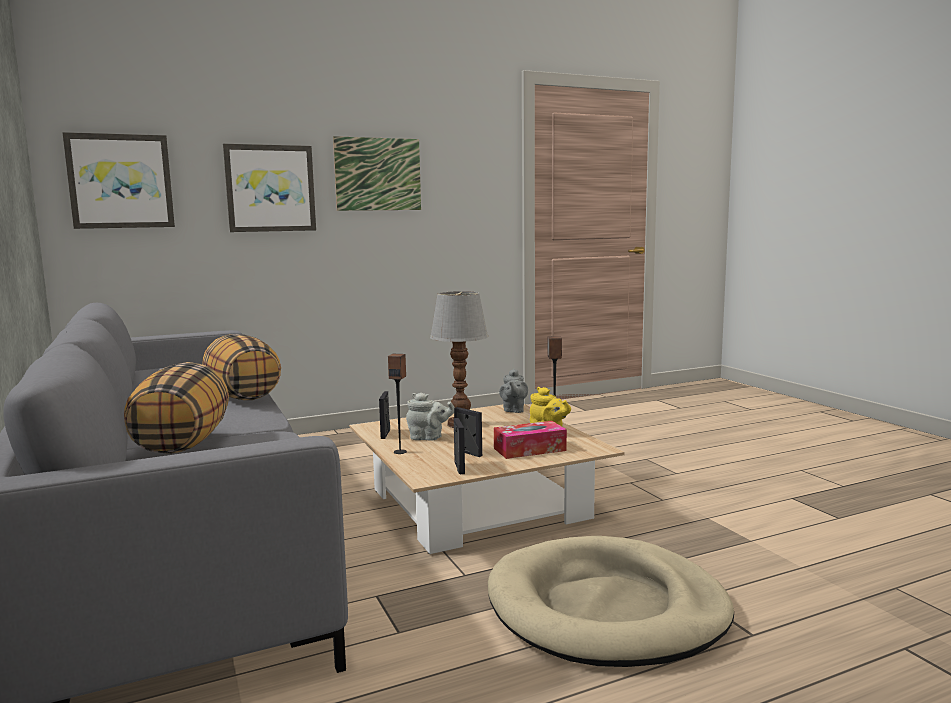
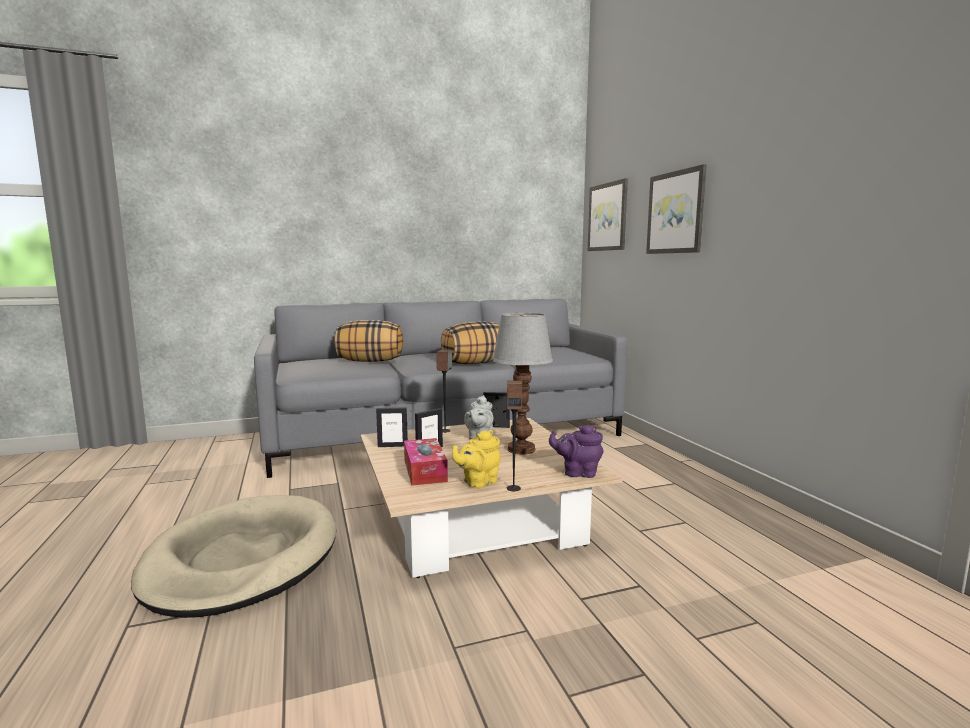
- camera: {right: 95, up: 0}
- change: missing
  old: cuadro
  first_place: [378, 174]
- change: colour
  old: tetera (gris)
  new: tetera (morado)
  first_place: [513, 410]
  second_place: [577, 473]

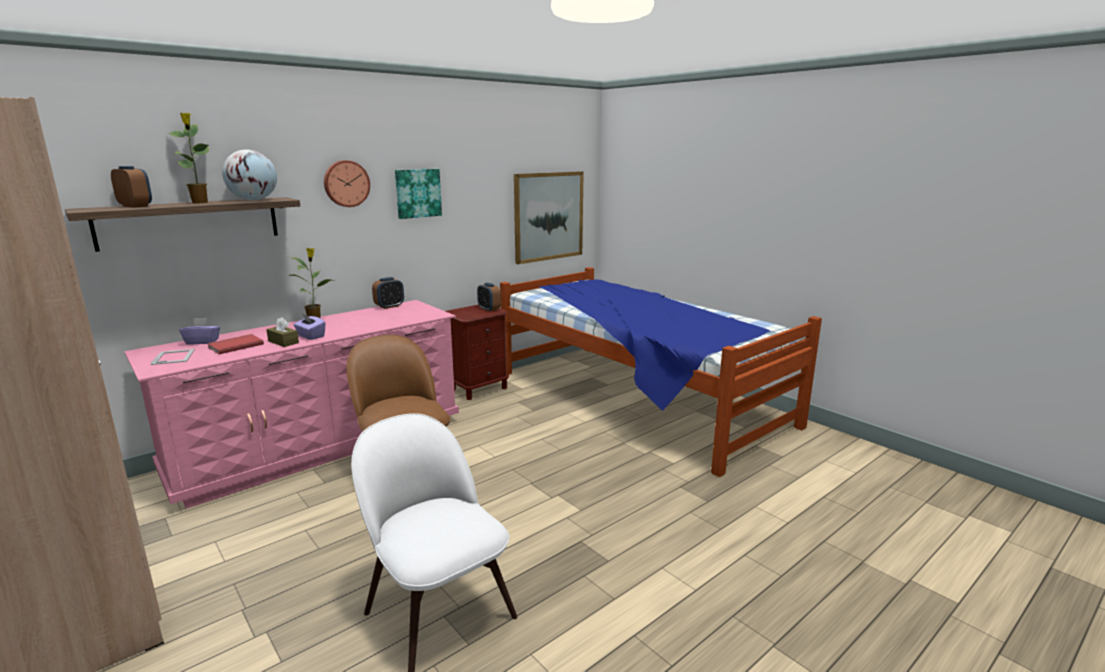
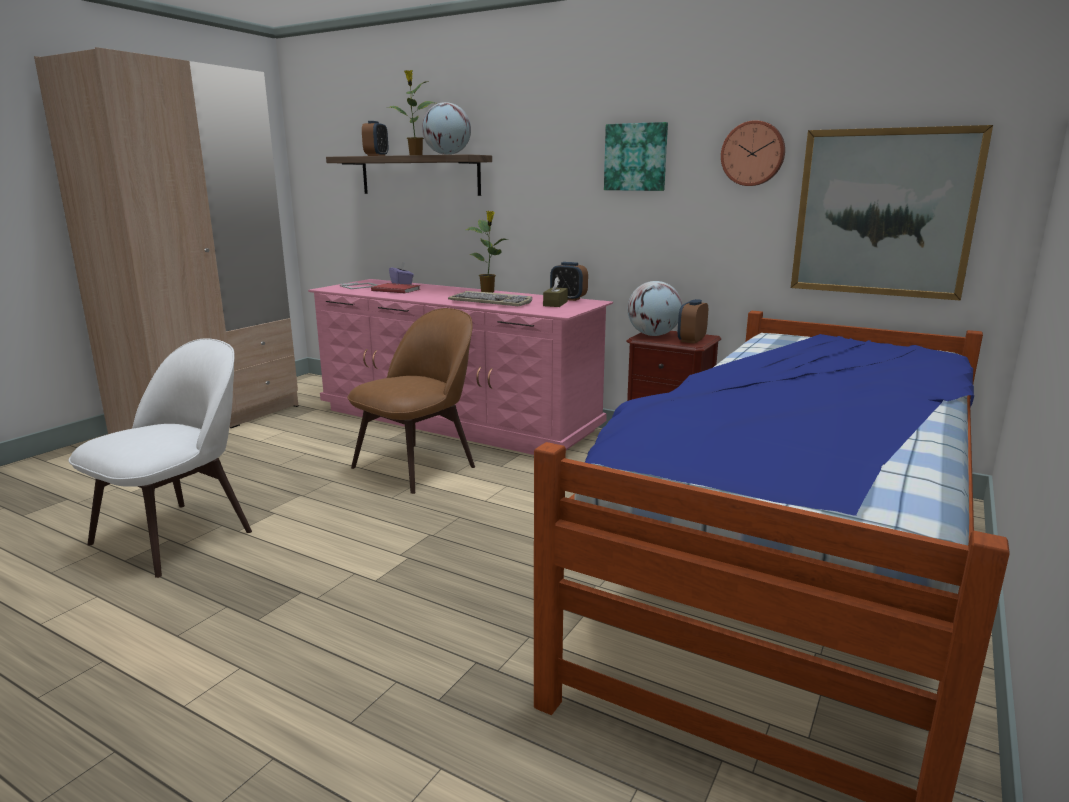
- camera: {right: 70, up: 0}
- change: missing
  old: caja de pañuelos (morado)
  first_place: [310, 336]
- change: appeared
  new: teclado
  second_place: [491, 302]
- change: appeared
  new: globo terráqueo
  second_place: [653, 335]
- change: relocated
  old: caja de pañuelos (marrón)
  first_place: [283, 342]
  second_place: [555, 304]
- change: relocated
  old: reloj de pared
  first_place: [346, 183]
  second_place: [753, 153]

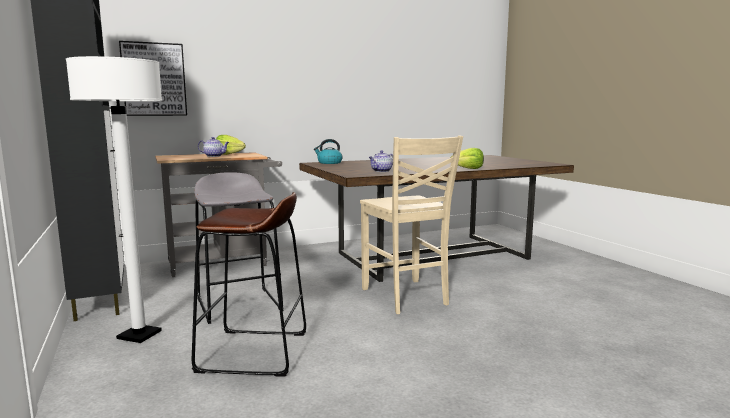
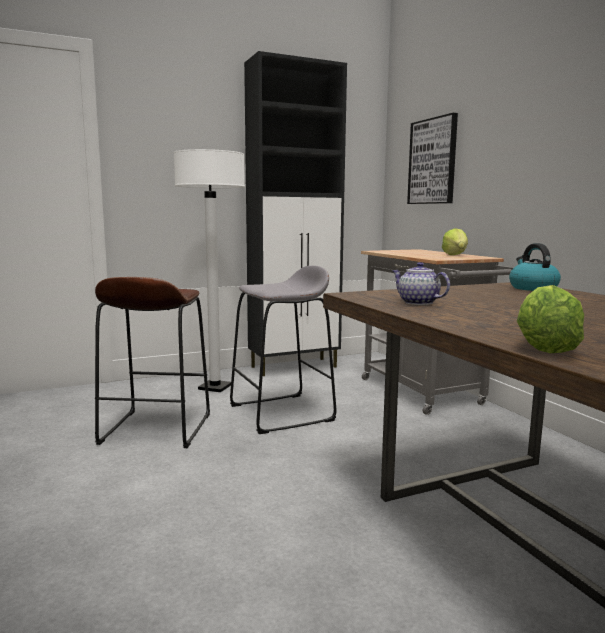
- camera: {right: 90, up: 0}
- change: missing
  old: tetera
  first_place: [214, 156]
- change: missing
  old: silla (beis)
  first_place: [405, 297]

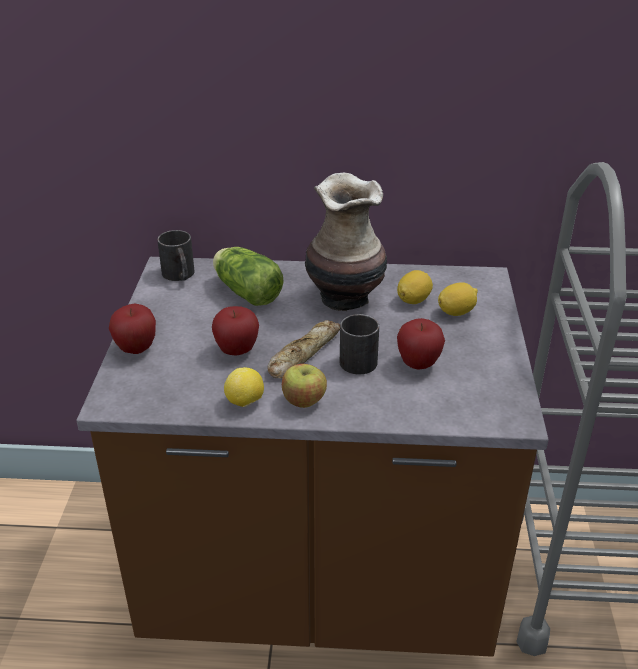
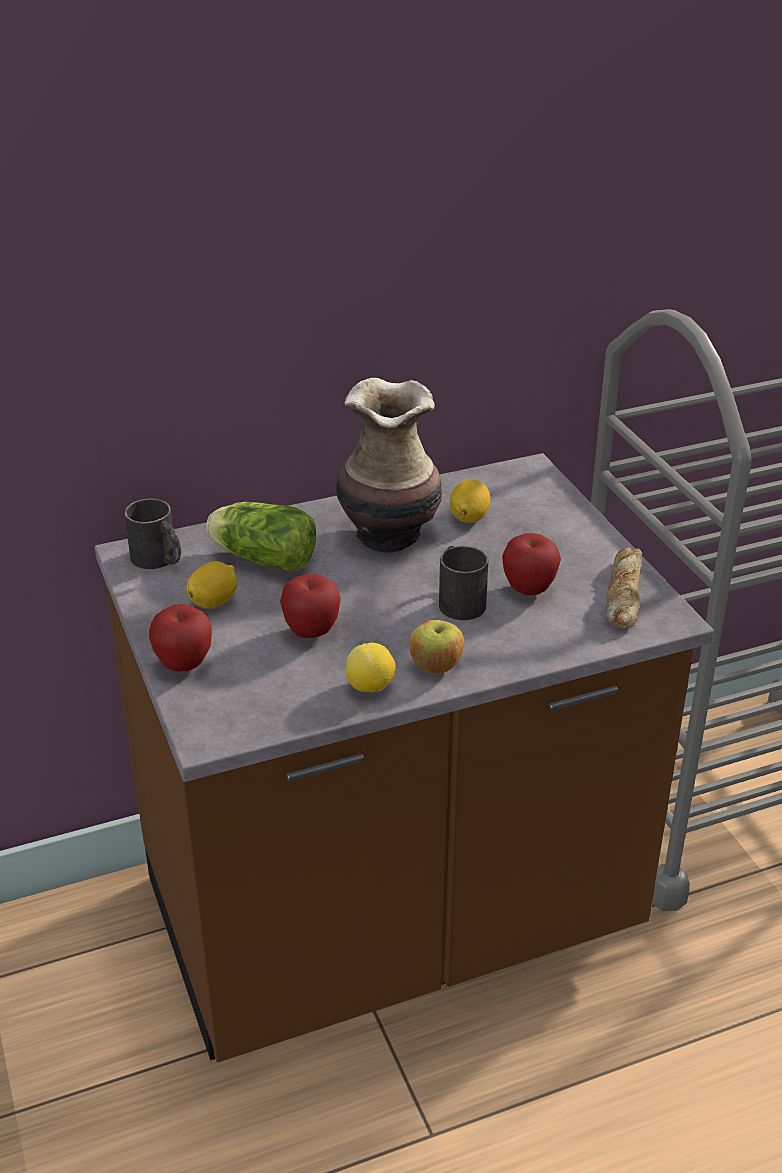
- camera: {right: -25, up: 0}
- change: relocated
  old: pan
  first_place: [303, 354]
  second_place: [623, 594]
- change: relocated
  old: limón
  first_place: [456, 312]
  second_place: [214, 602]

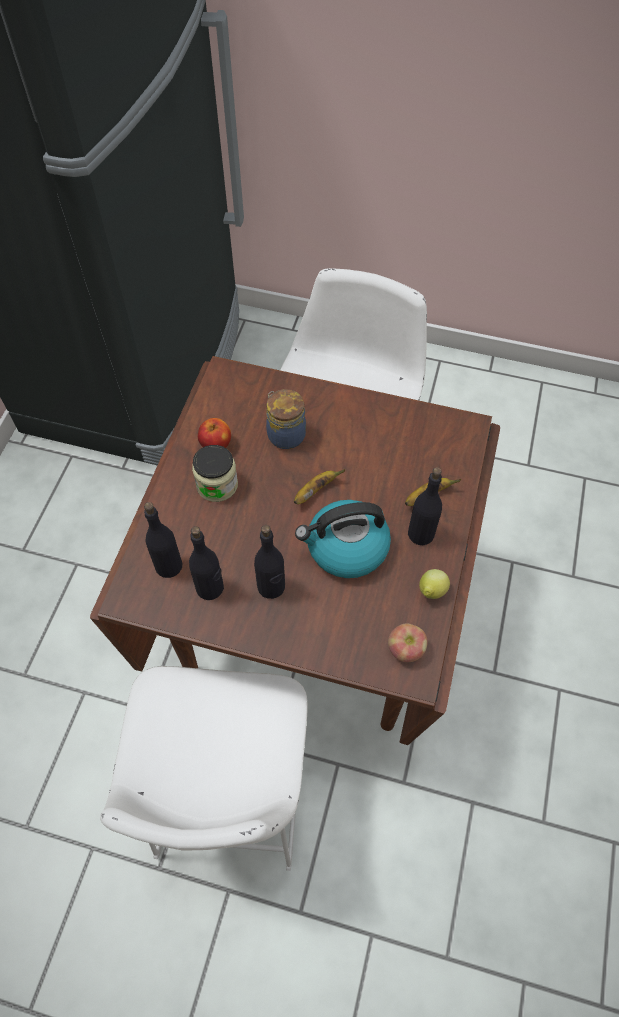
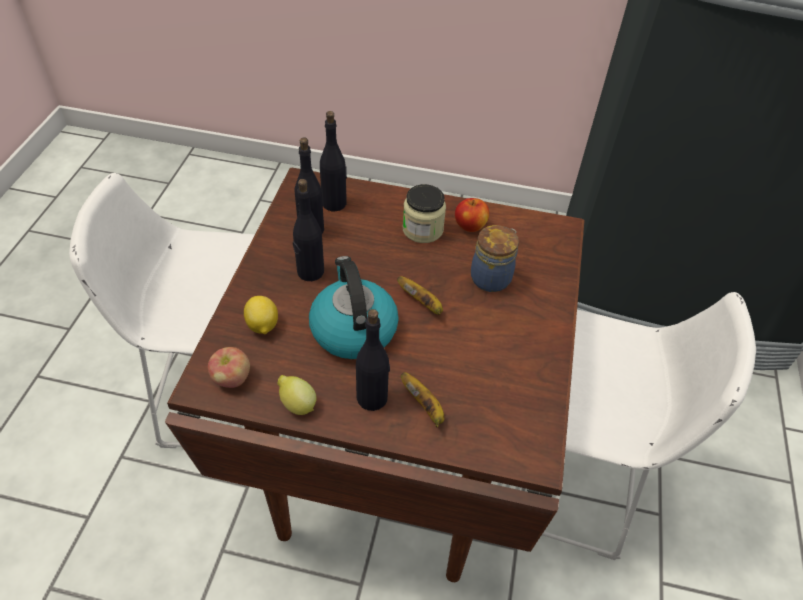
- camera: {right: 85, up: -10}
- change: appeared
  new: limón
  second_place: [262, 326]

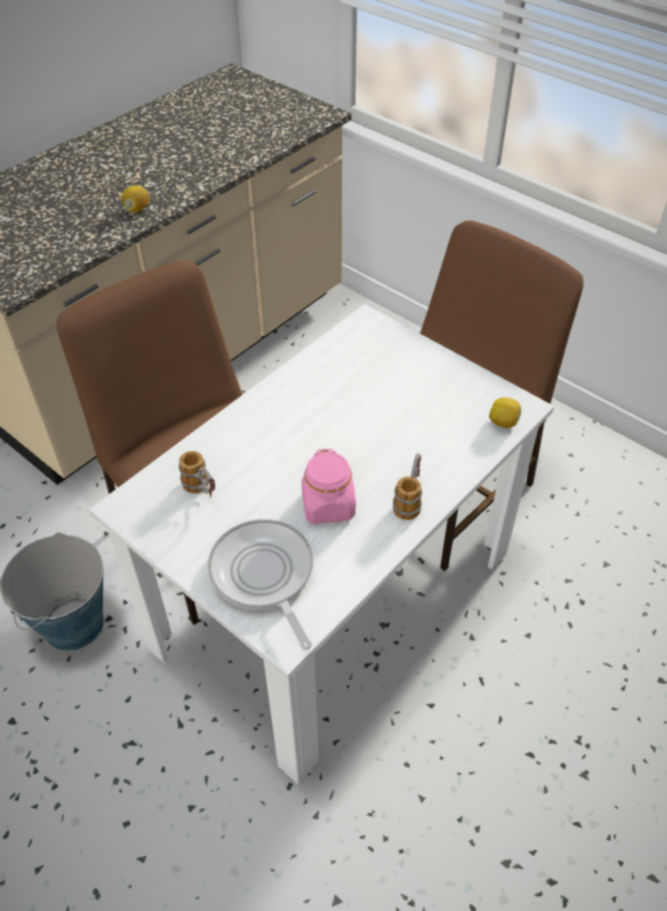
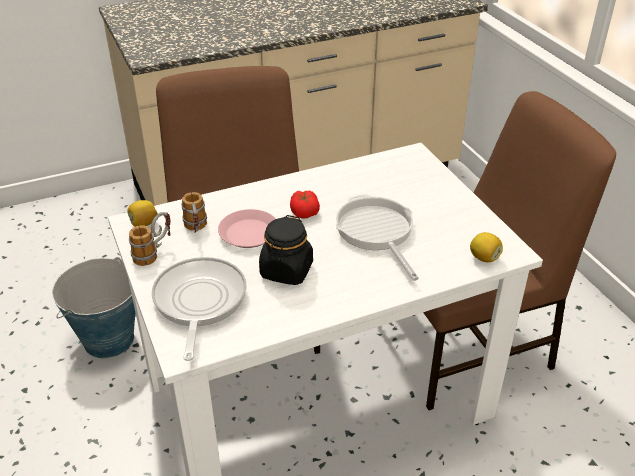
- camera: {right: 25, up: -10}
- change: appeared
  new: plato (rosa)
  second_place: [248, 233]
- change: appeared
  new: tomate
  second_place: [304, 211]
- change: appeared
  new: sartén
  second_place: [376, 232]
- change: relocated
  old: limón
  first_place: [137, 209]
  second_place: [144, 223]
- change: relocated
  old: taza grande
  first_place: [409, 499]
  second_place: [154, 253]
- change: colour
  old: tarro (rosa)
  new: tarro (negro)
  first_place: [328, 506]
  second_place: [286, 271]

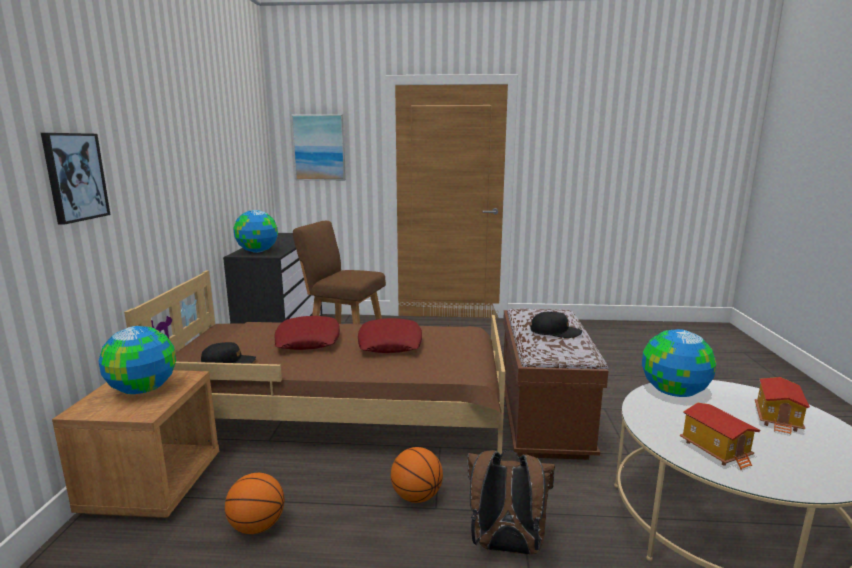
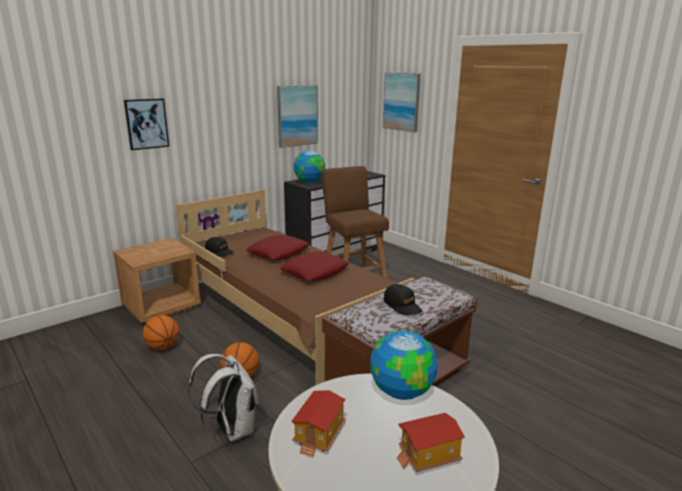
- camera: {right: 45, up: 5}
- change: missing
  old: globo terráqueo
  first_place: [143, 389]
- change: appeared
  new: cuadro
  second_place: [297, 115]
- change: colour
  old: mochila (marrón)
  new: mochila (blanco)
  first_place: [505, 546]
  second_place: [231, 429]

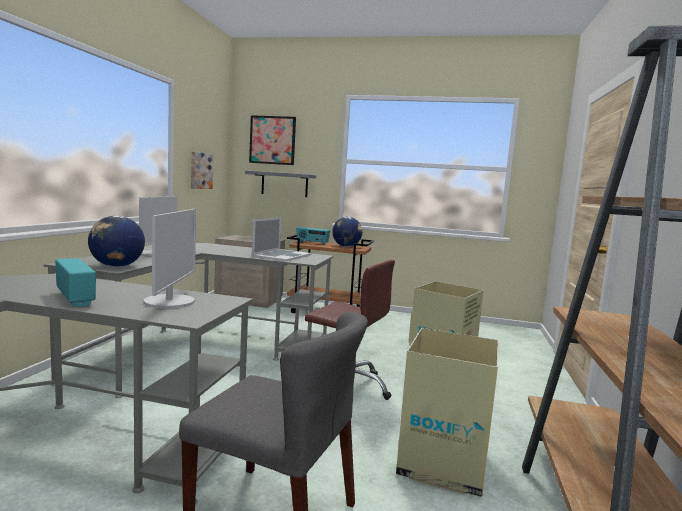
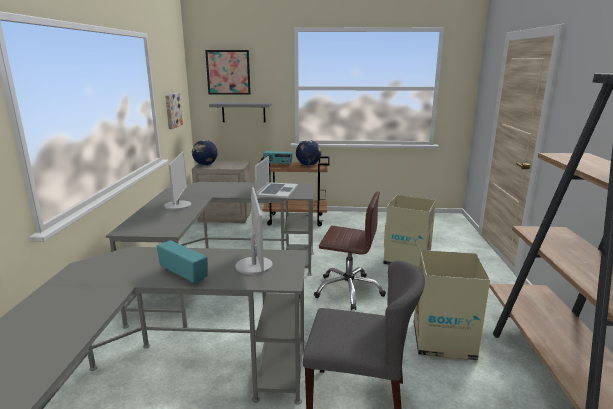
- camera: {right: -10, up: 10}
- change: relocated
  old: globo terráqueo
  first_place: [116, 266]
  second_place: [205, 164]

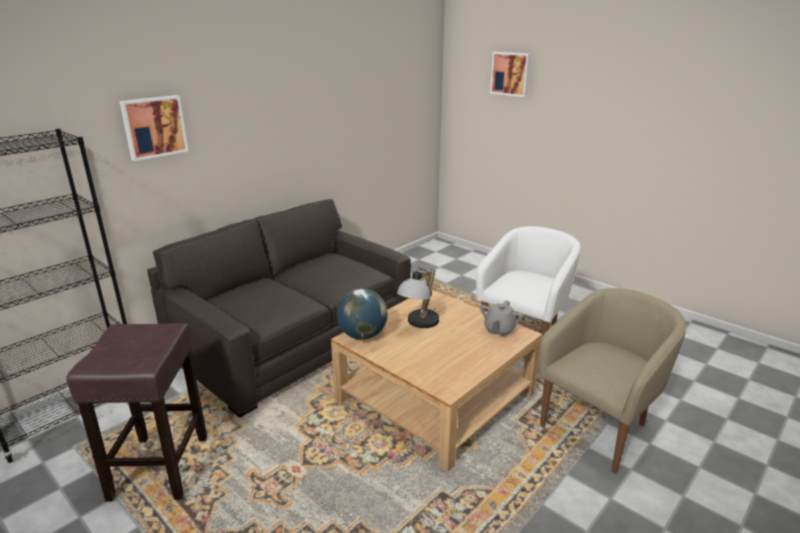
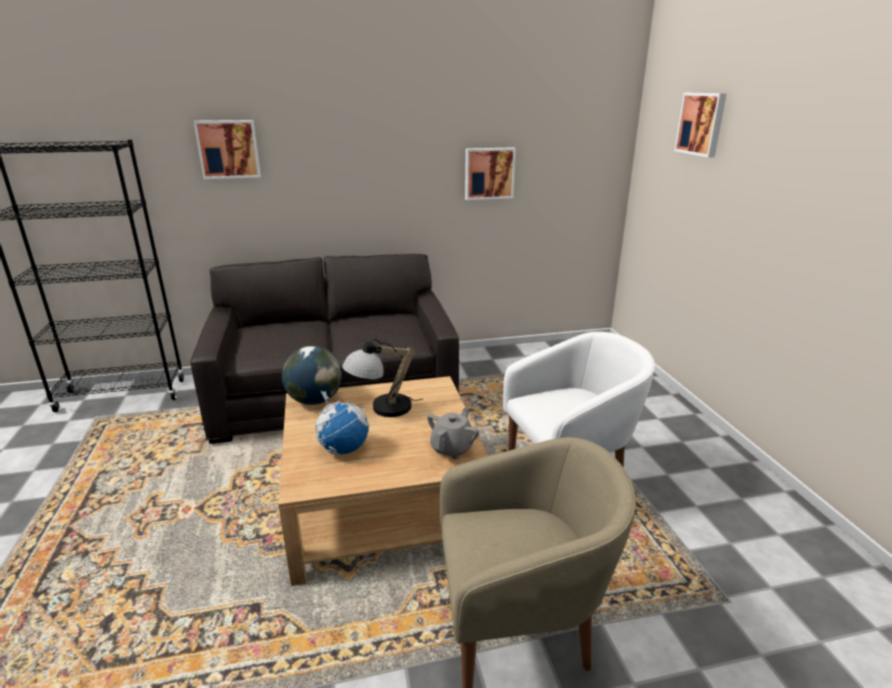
- camera: {right: 35, up: 0}
- change: missing
  old: taburete (marrón)
  first_place: [160, 466]
- change: appeared
  new: globo terráqueo
  second_place: [343, 449]
- change: appeared
  new: cuadro
  second_place: [489, 173]
- change: spun
  old: tetera (gris)
  first_place: [499, 330]
  second_place: [452, 448]
  degrees: 150

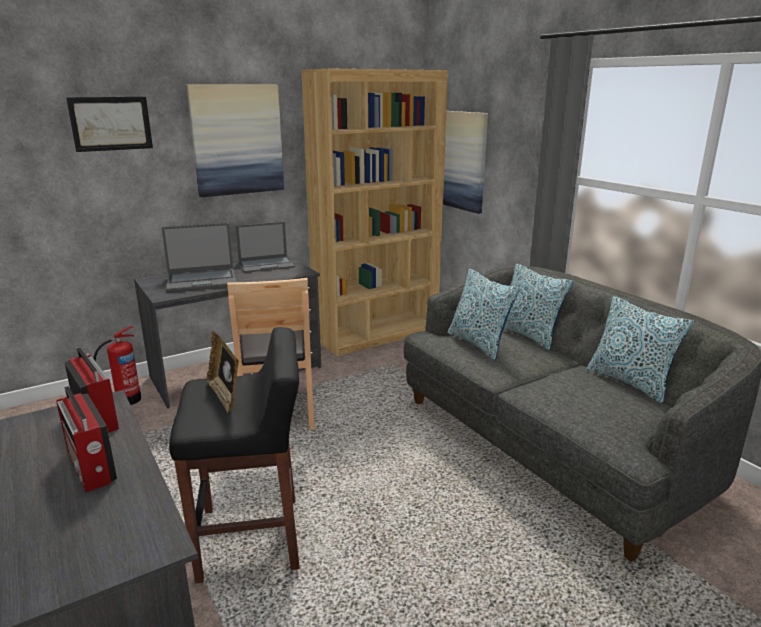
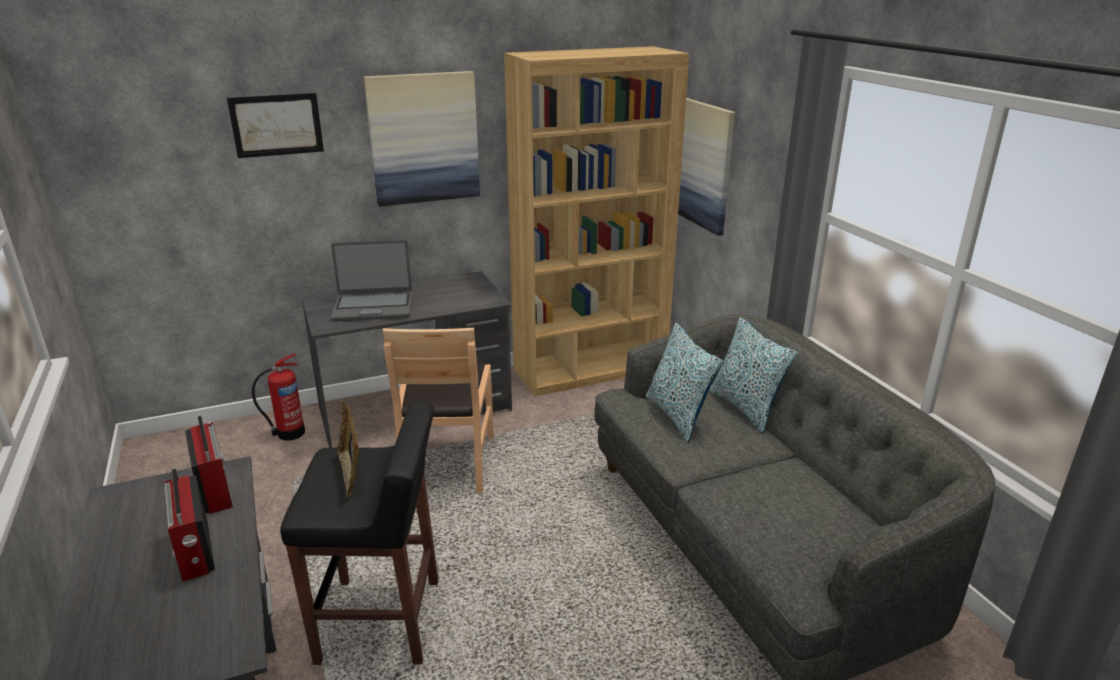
- camera: {right: 10, up: 5}
- change: missing
  old: portátil
  first_place: [267, 265]
- change: missing
  old: cojín
  first_place: [630, 382]

